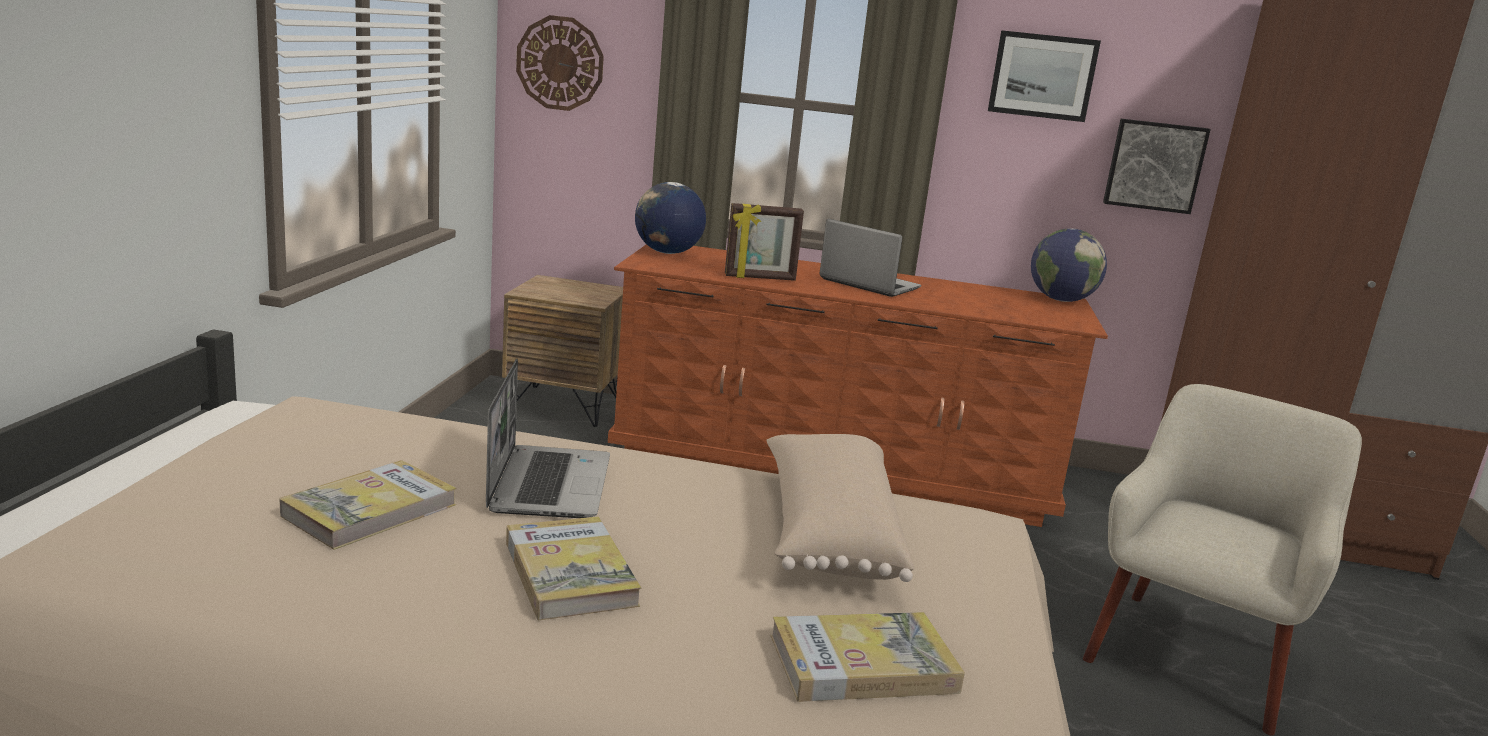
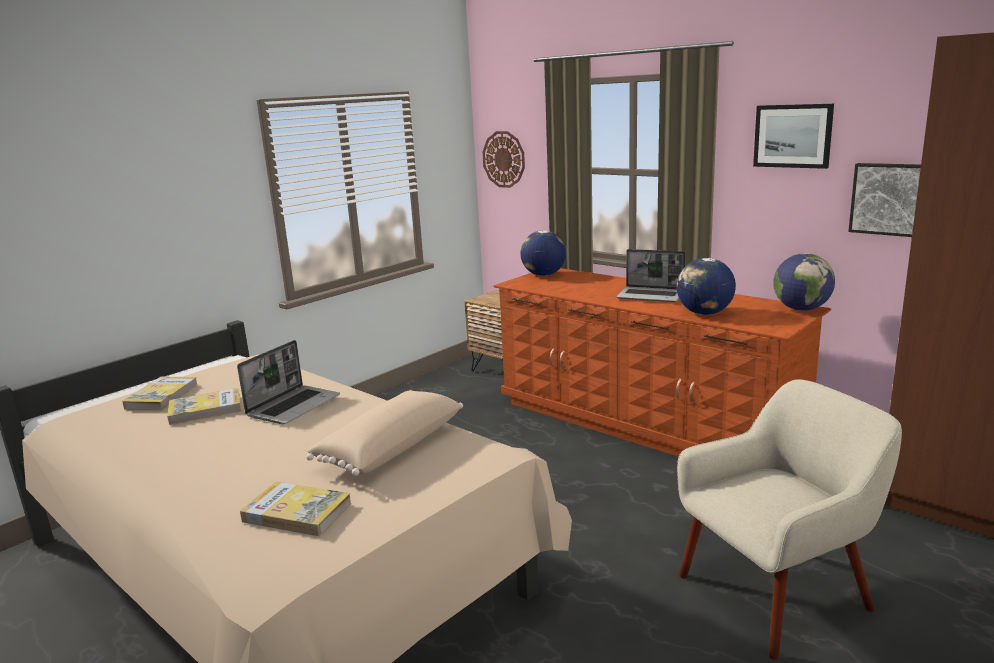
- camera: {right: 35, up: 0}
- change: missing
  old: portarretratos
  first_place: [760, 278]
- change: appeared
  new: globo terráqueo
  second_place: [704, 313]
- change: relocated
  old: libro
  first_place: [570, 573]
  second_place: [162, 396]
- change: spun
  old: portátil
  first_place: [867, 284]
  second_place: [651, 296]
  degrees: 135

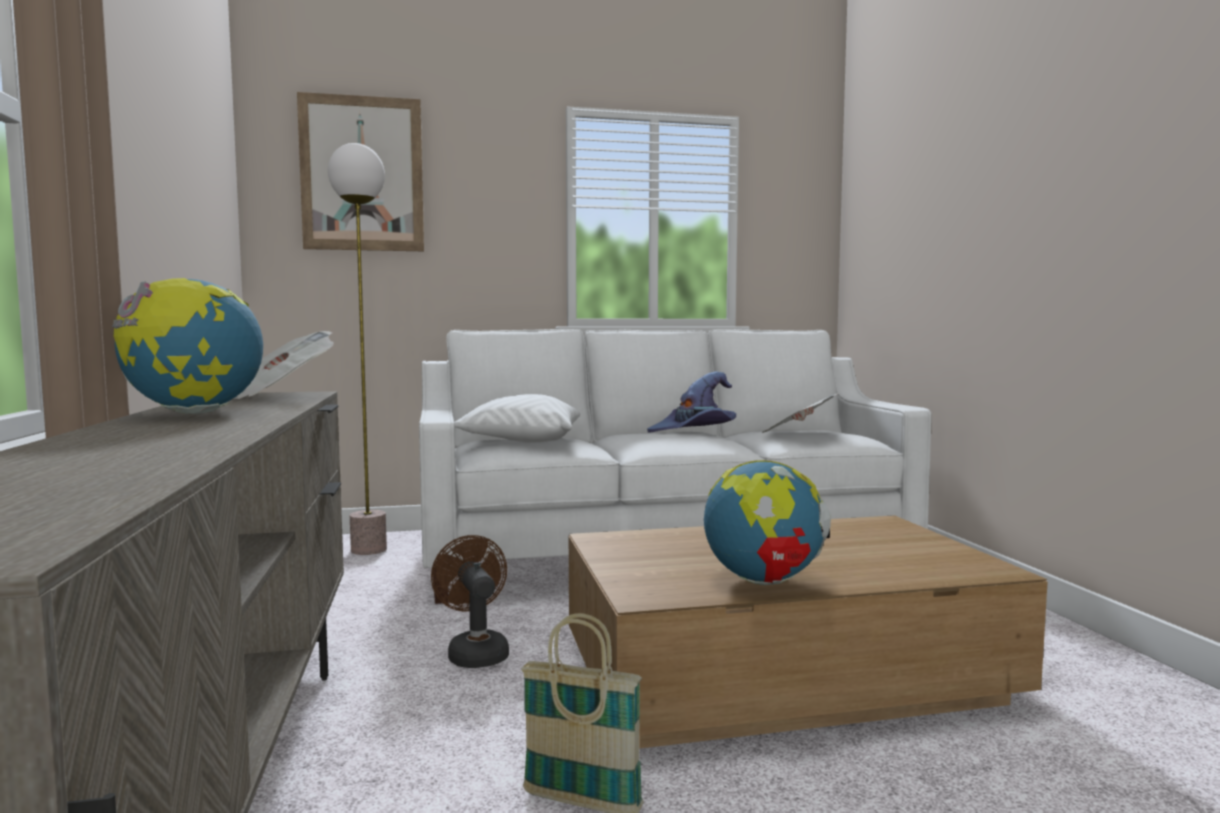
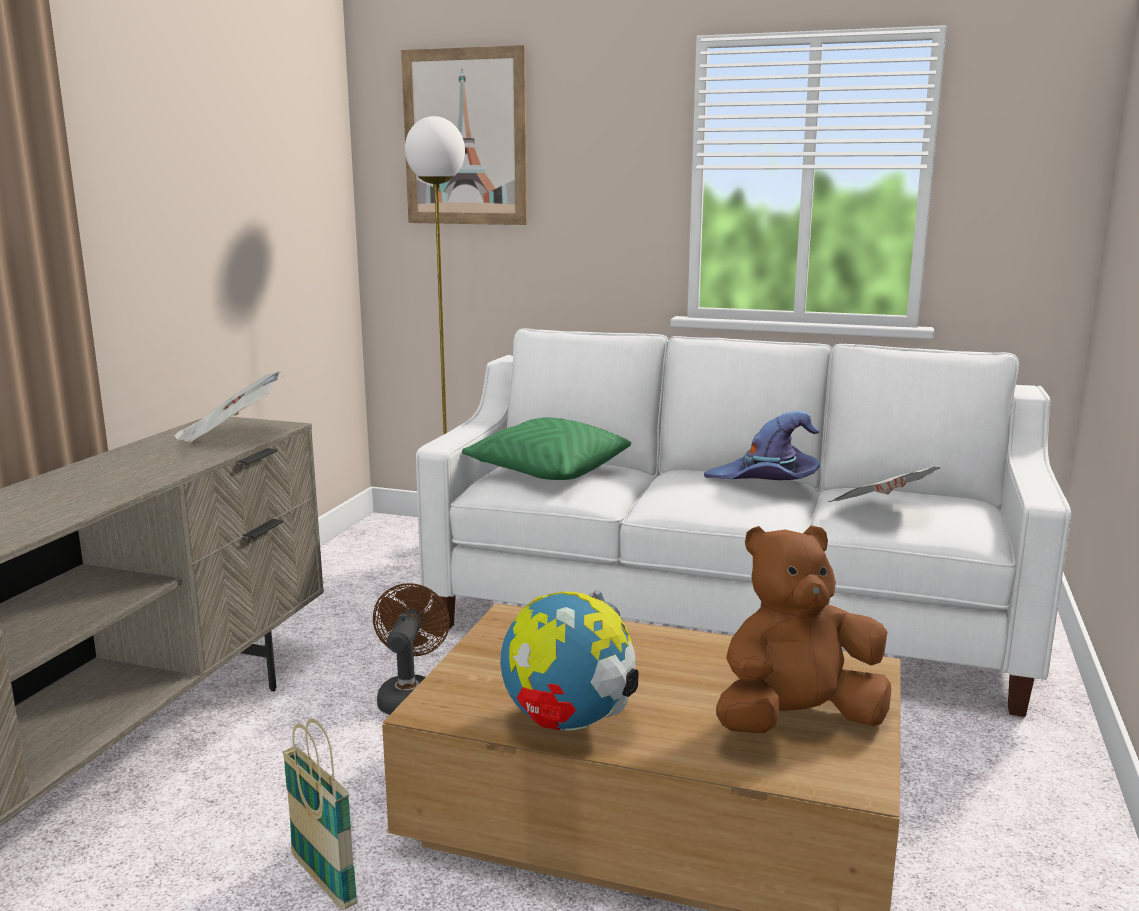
- camera: {right: 30, up: 10}
- change: missing
  old: globo terráqueo
  first_place: [194, 413]
- change: appeared
  new: peluche (marrón)
  second_place: [797, 721]
- change: colour
  old: cojín (blanco)
  new: cojín (verde)
  first_place: [520, 441]
  second_place: [547, 471]

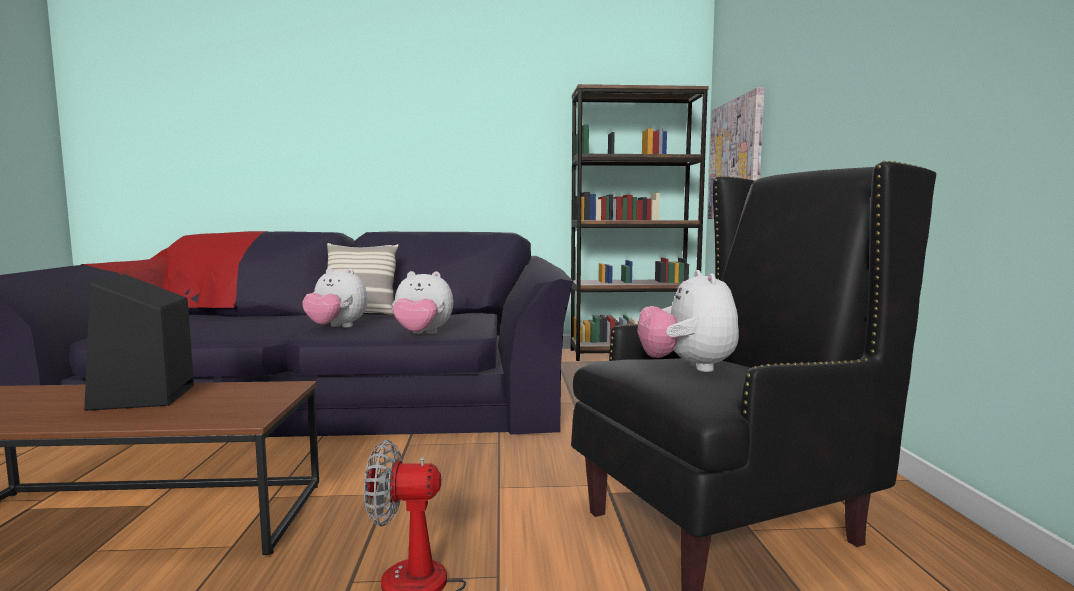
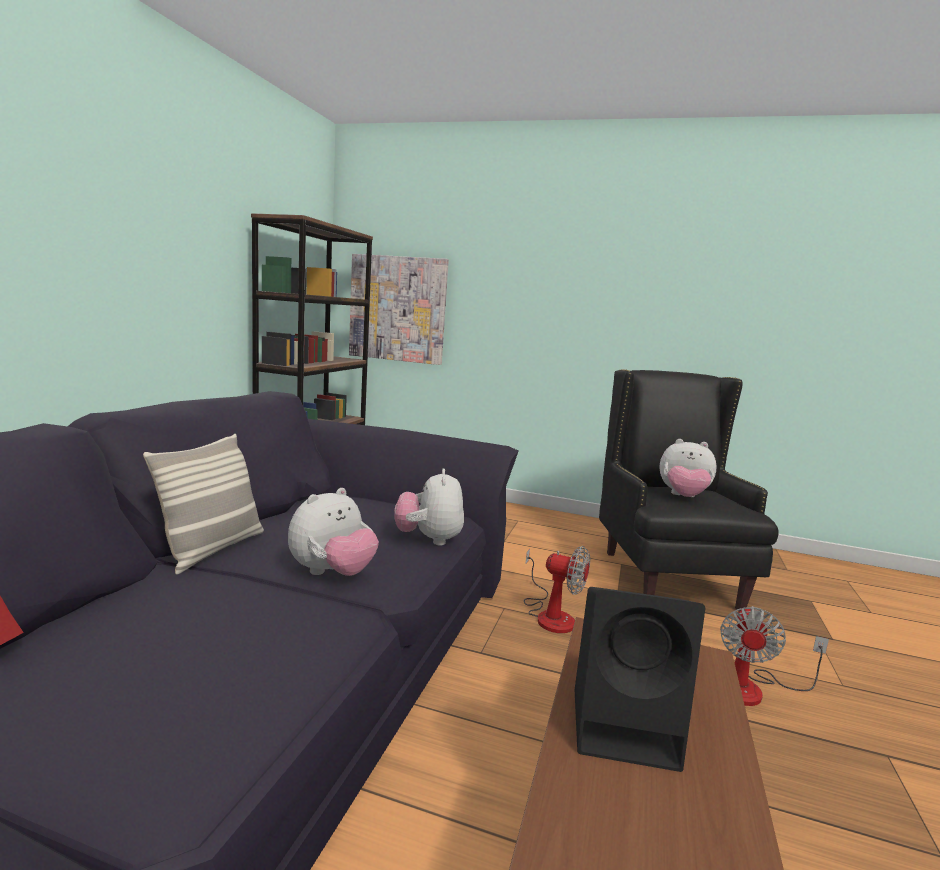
- camera: {right: -70, up: 5}
- change: appeared
  new: ventilador
  second_place: [550, 615]
- change: spun
  old: peluche
  first_place: [422, 334]
  second_place: [429, 539]
  degrees: 150

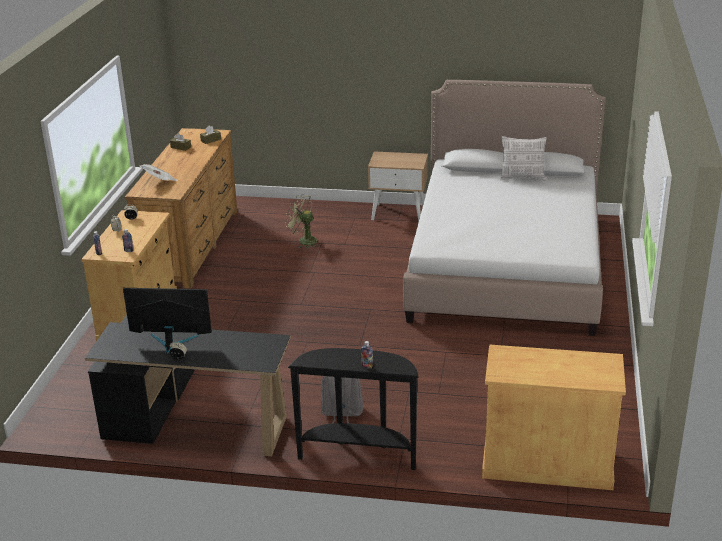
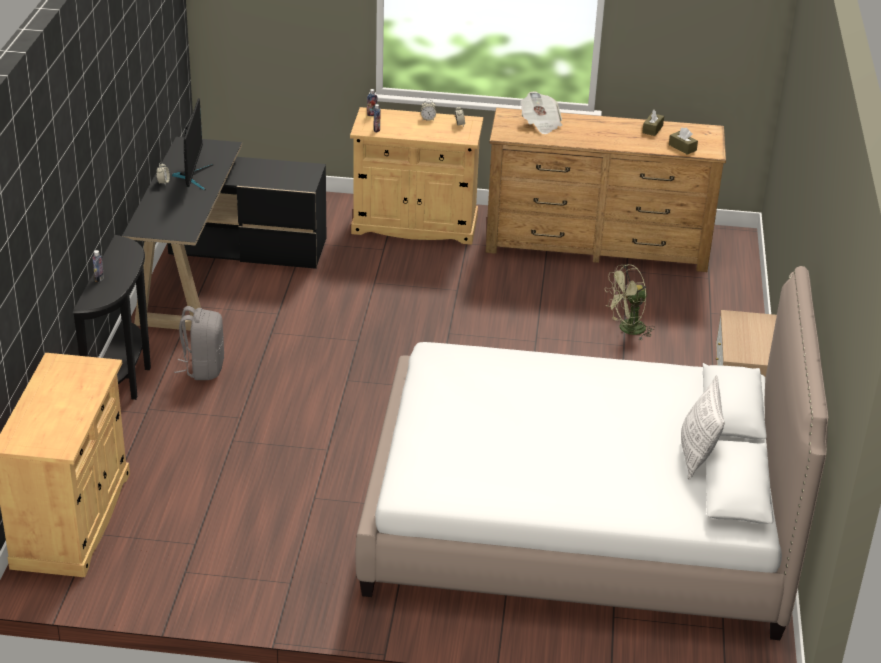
- camera: {right: 85, up: 5}
- change: spun
  old: ventilador (verde)
  first_place: [303, 241]
  second_place: [627, 329]
  degrees: -135

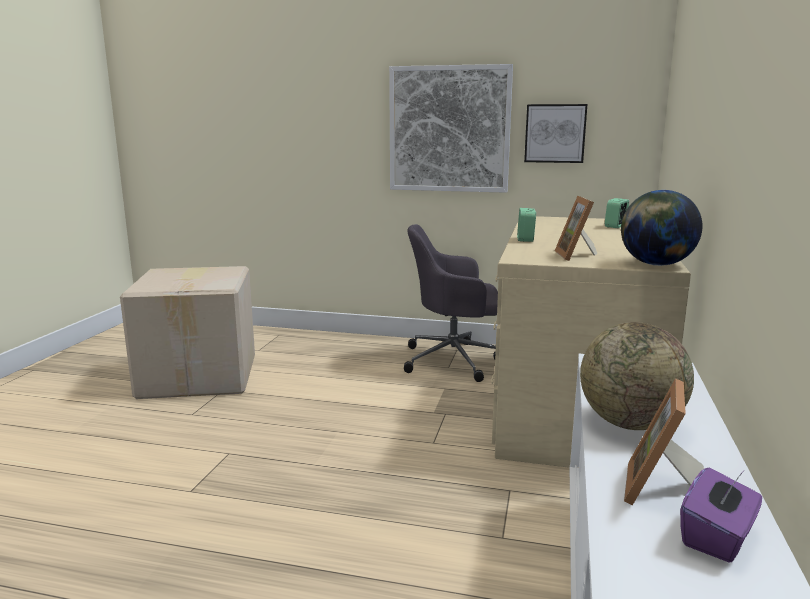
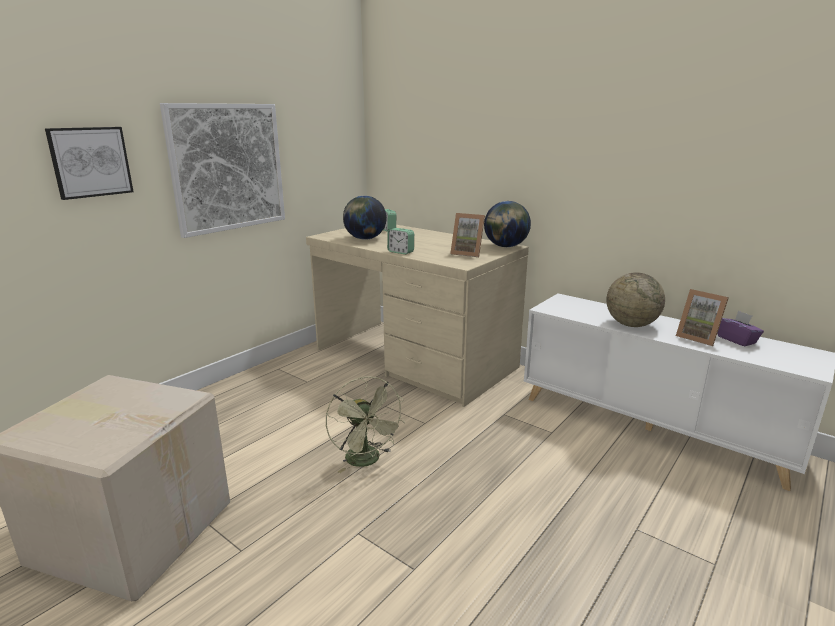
- camera: {right: -65, up: 5}
- change: missing
  old: silla de oficina (gris)
  first_place: [454, 360]
- change: appeared
  new: ventilador (verde)
  second_place: [367, 461]
- change: appeared
  new: globo terráqueo
  second_place: [365, 239]
- change: relocated
  old: cuadro
  first_place: [555, 133]
  second_place: [90, 162]

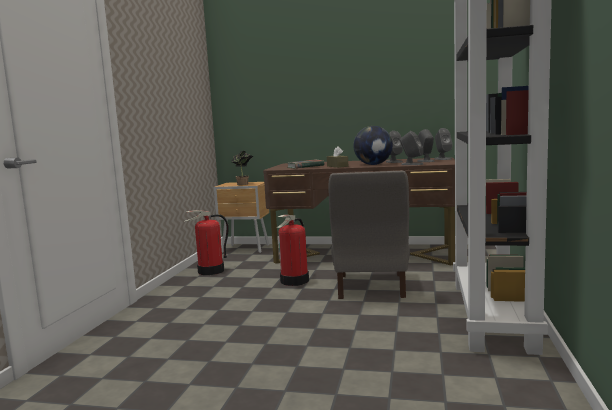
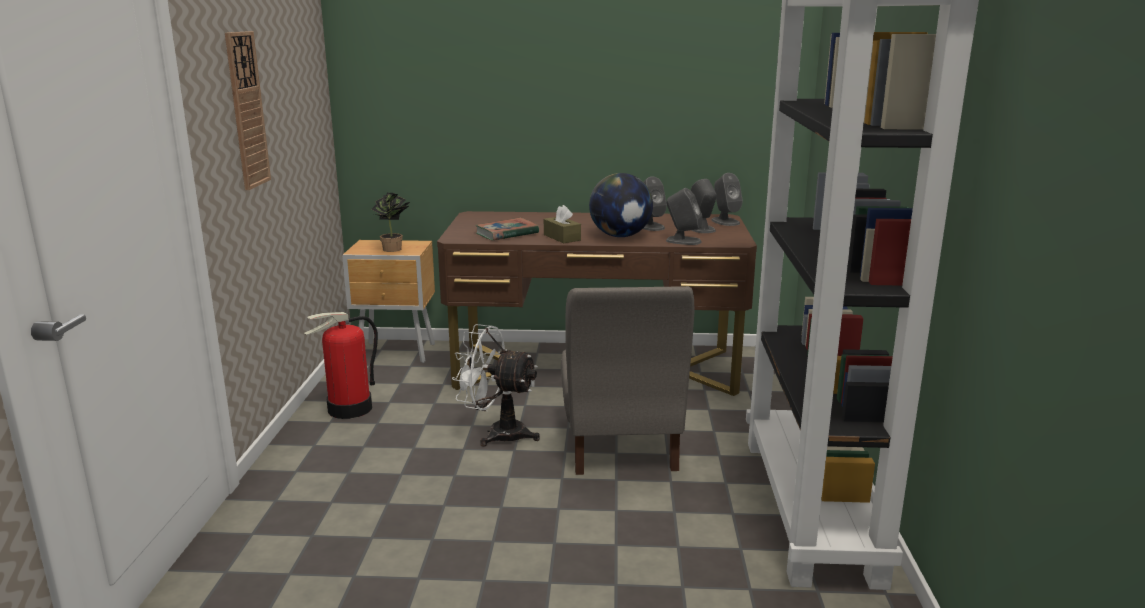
- camera: {right: -10, up: 10}
- change: appeared
  new: reloj de pared
  second_place: [246, 110]
- change: exchanged
  old: extintor
  new: ventilador (blanco)
  first_place: [295, 281]
  second_place: [497, 433]

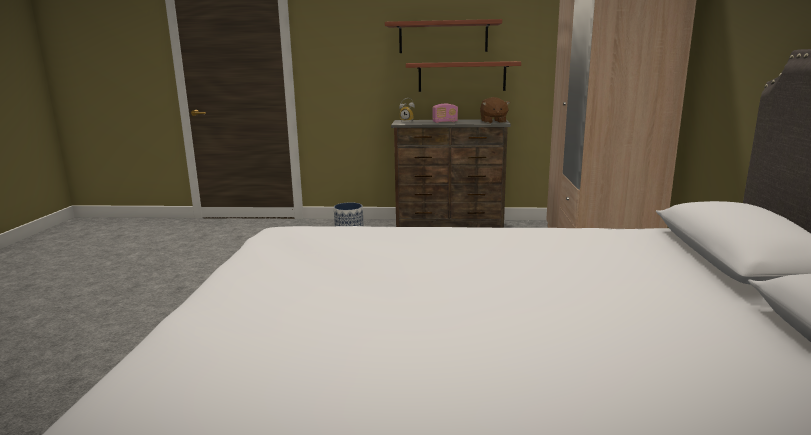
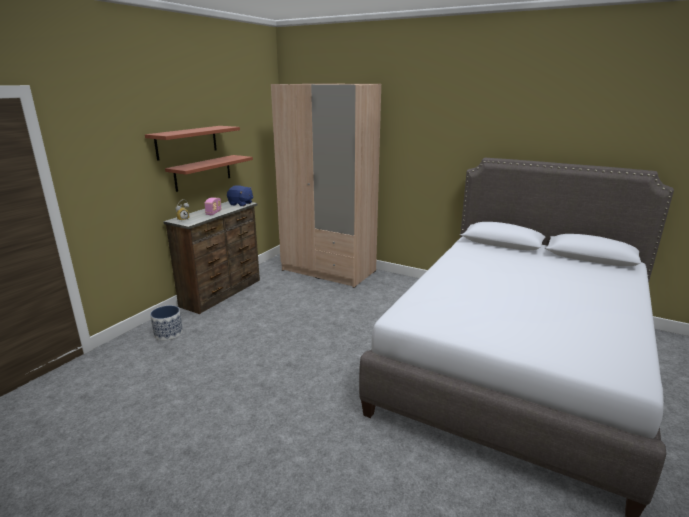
- camera: {right: -65, up: 5}
- change: colour
  old: peluche (marrón)
  new: peluche (azul)
  first_place: [493, 122]
  second_place: [241, 204]

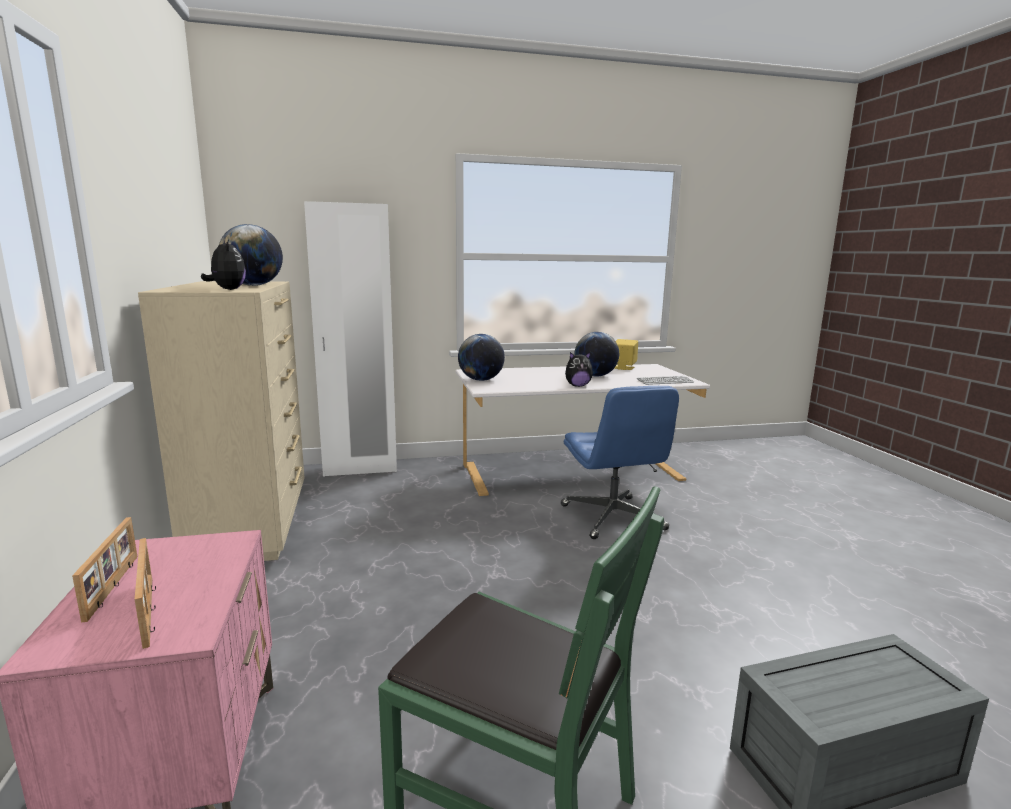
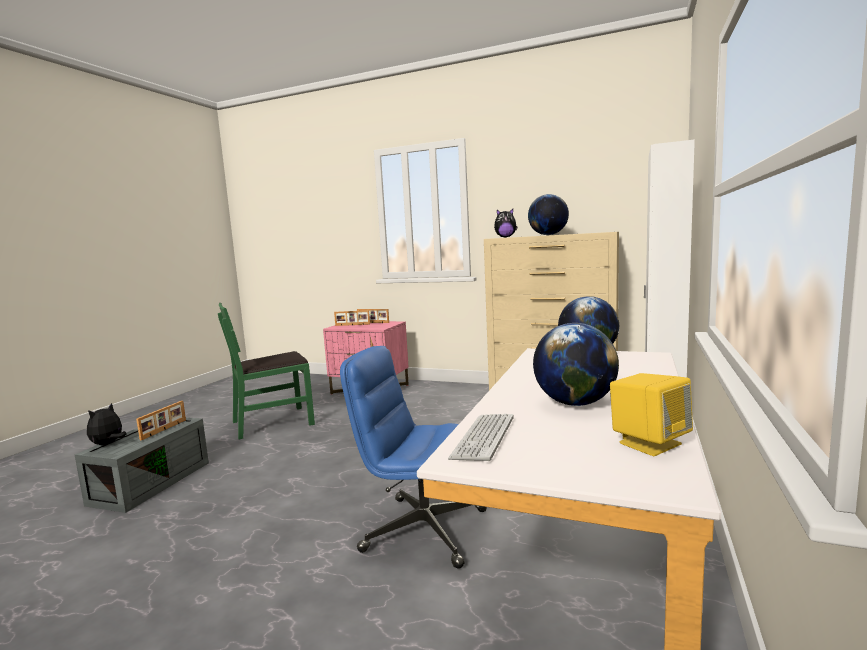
- camera: {right: 125, up: -5}
- change: appeared
  new: portarretratos
  second_place: [164, 429]
- change: relocated
  old: peluche
  first_place: [577, 386]
  second_place: [108, 444]

